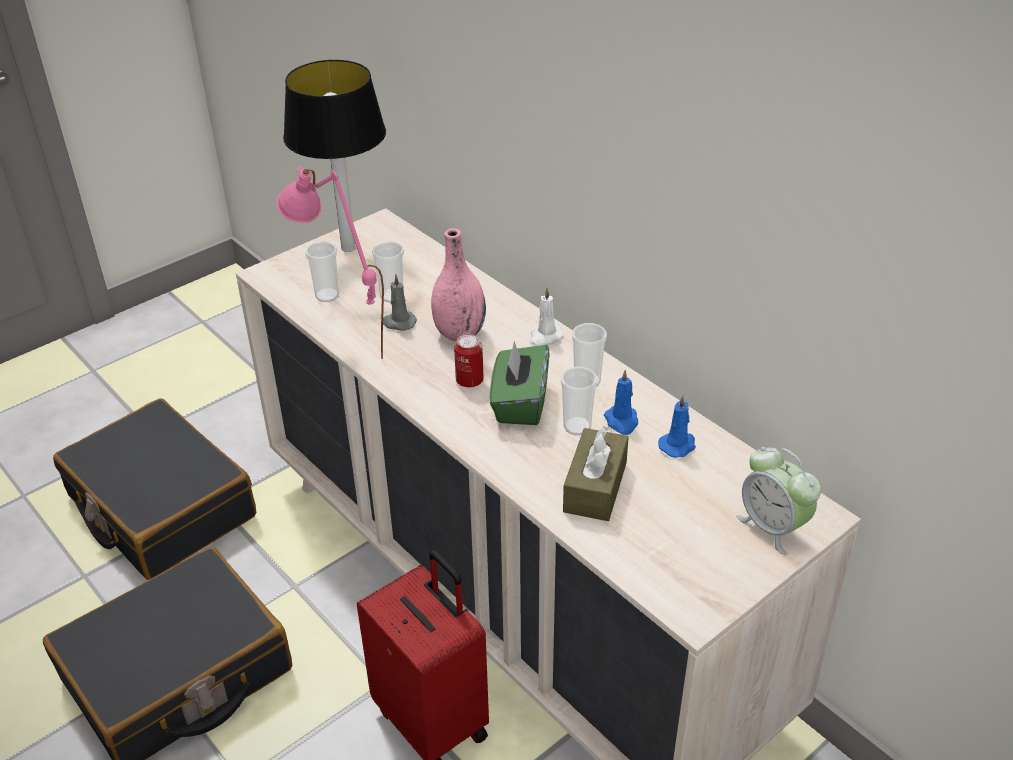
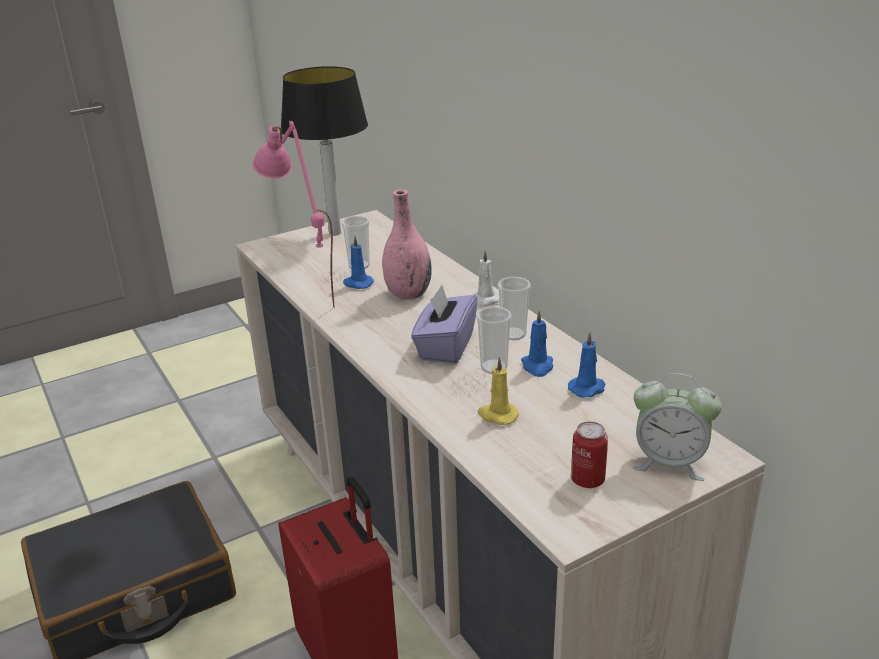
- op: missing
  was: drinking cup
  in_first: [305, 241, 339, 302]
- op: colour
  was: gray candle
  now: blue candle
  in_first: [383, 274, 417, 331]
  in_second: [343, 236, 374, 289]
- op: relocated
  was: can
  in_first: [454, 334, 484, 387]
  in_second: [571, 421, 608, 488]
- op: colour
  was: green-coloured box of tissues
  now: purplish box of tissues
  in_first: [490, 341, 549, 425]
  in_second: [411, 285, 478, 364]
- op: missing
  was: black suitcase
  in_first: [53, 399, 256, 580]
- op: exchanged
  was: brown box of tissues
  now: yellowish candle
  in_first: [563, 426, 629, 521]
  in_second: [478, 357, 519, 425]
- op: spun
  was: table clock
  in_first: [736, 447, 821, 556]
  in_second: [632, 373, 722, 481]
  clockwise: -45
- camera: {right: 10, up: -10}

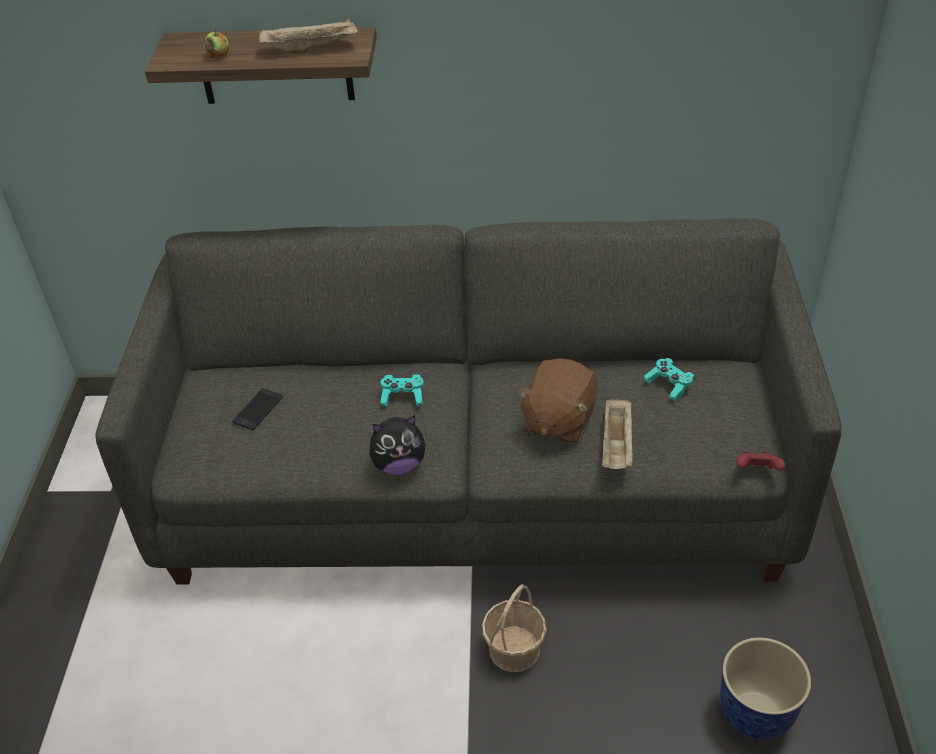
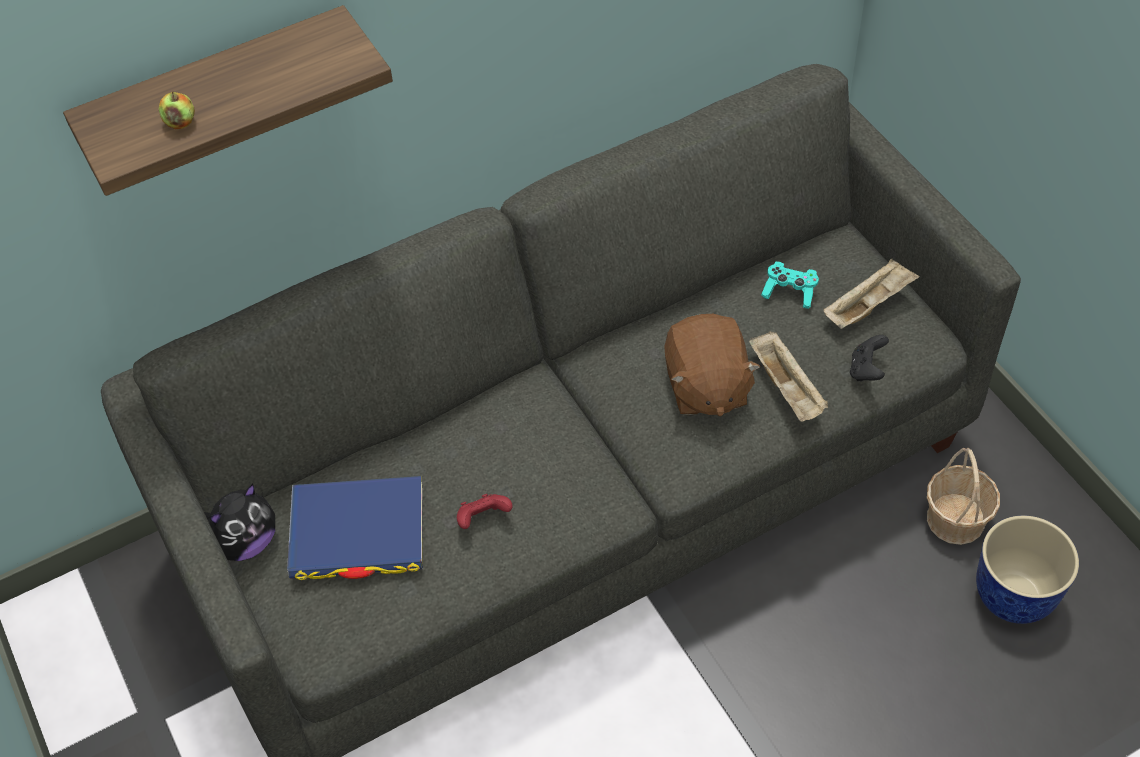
- op: relocated
  was: sand-coloured tray
  in_first: [258, 18, 358, 53]
  in_second: [823, 259, 920, 329]
- op: missing
  was: turquoise gamepad
  in_first: [380, 374, 424, 406]
- op: exchanged
  was: telephone
  now: blue volume
  in_first: [232, 388, 283, 430]
  in_second: [287, 476, 423, 580]
- op: relocated
  was: soft toy
  in_first: [370, 415, 426, 475]
  in_second: [204, 483, 275, 561]
- op: relocated
  was: red-coloured gamepad
  in_first: [736, 451, 785, 471]
  in_second: [457, 494, 513, 529]
- op: relocated
  was: household basket
  in_first: [482, 584, 547, 672]
  in_second: [927, 448, 1000, 545]
- op: appeared
  now: black gamepad
  in_second: [850, 335, 889, 381]
- camera: {right: -30, up: 10}

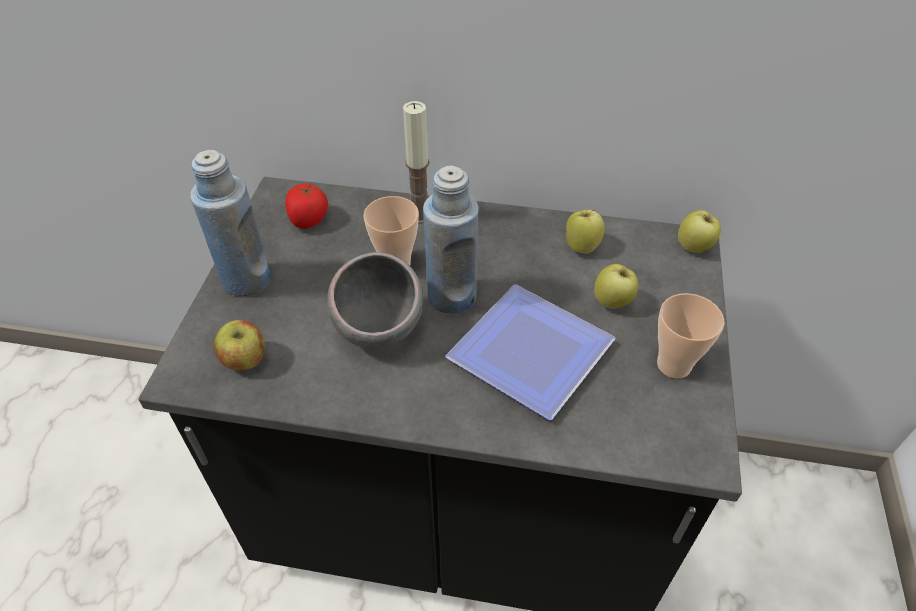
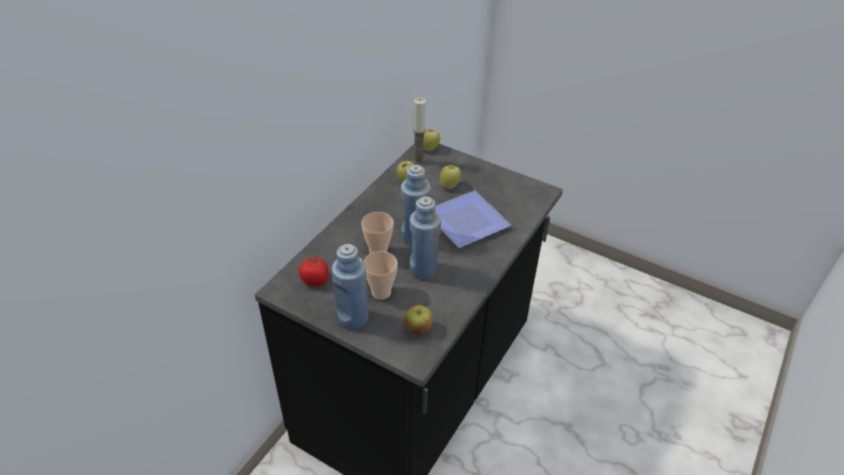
- op: relocated
  was: candle
  in_first: [403, 101, 430, 224]
  in_second: [413, 98, 426, 164]
- op: exchanged
  was: gray deep dish
  now: blue drink bottle
  in_first: [327, 252, 423, 349]
  in_second: [410, 196, 441, 280]
- op: relocated
  was: drinking cup
  in_first: [657, 293, 724, 379]
  in_second: [364, 251, 398, 300]
- camera: {right: -70, up: -5}

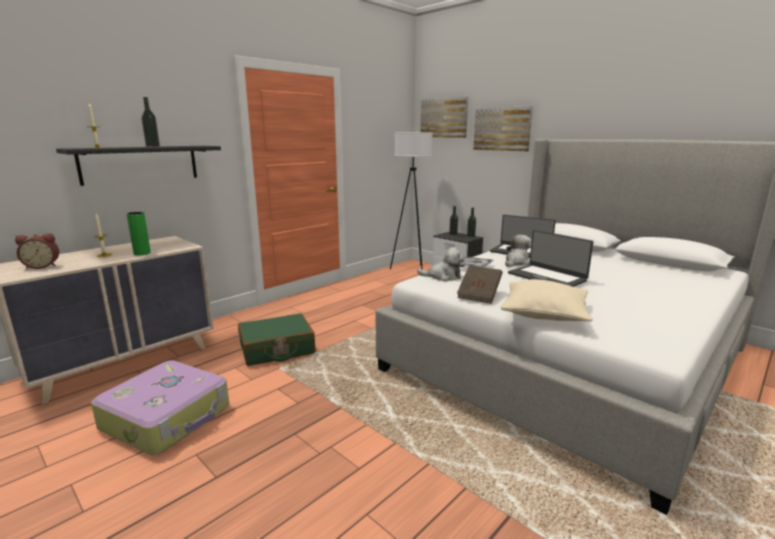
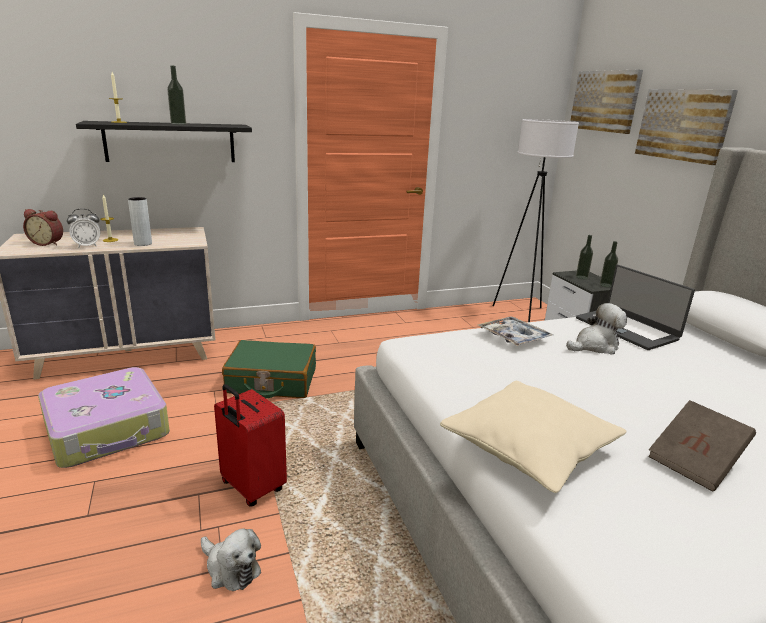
- op: colour
  was: green-coloured decorative vase
  now: gray decorative vase
  in_first: [127, 212, 151, 255]
  in_second: [128, 197, 152, 246]
- op: missing
  was: notebook computer
  in_first: [508, 230, 593, 287]
- op: relocated
  was: soft toy
  in_first: [417, 247, 465, 282]
  in_second: [201, 528, 261, 591]
- op: relocated
  was: brown volume
  in_first: [457, 265, 503, 304]
  in_second: [648, 400, 756, 492]
- op: appeared
  now: table clock
  in_second: [67, 209, 100, 248]
- op: appeared
  now: red-coloured suitcase
  in_second: [214, 384, 287, 507]
- camera: {right: 25, up: 5}

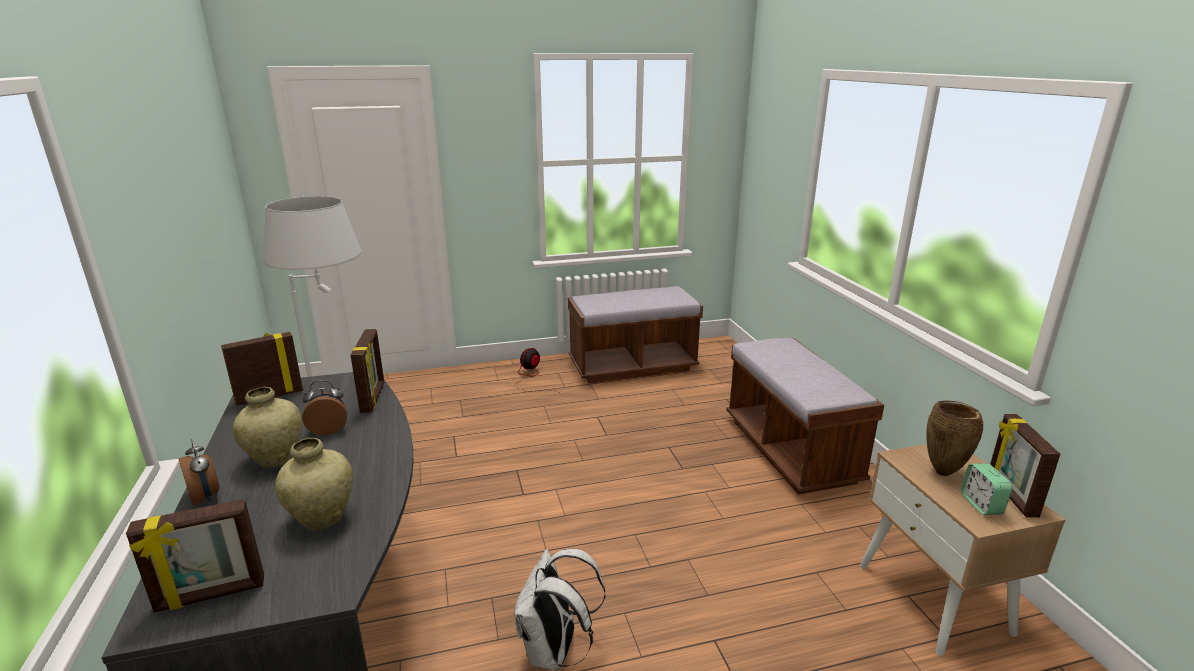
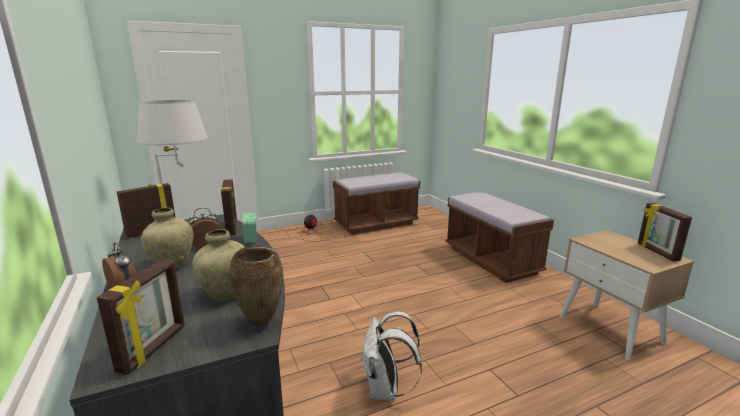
- op: relocated
  was: brown decorative vase
  in_first: [926, 401, 983, 476]
  in_second: [230, 246, 283, 327]
- op: relocated
  was: table clock
  in_first: [961, 463, 1012, 515]
  in_second: [243, 213, 257, 243]
- op: spun
  was: picture frame
  in_first: [126, 499, 264, 613]
  in_second: [97, 259, 185, 375]
  clockwise: -45
- camera: {right: -10, up: -5}

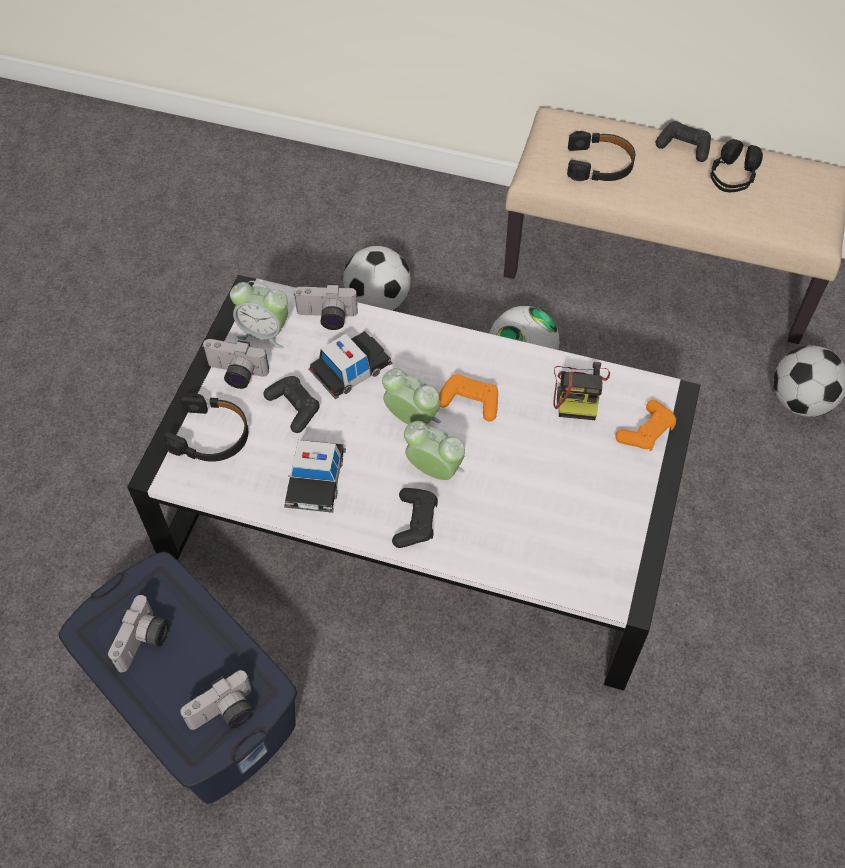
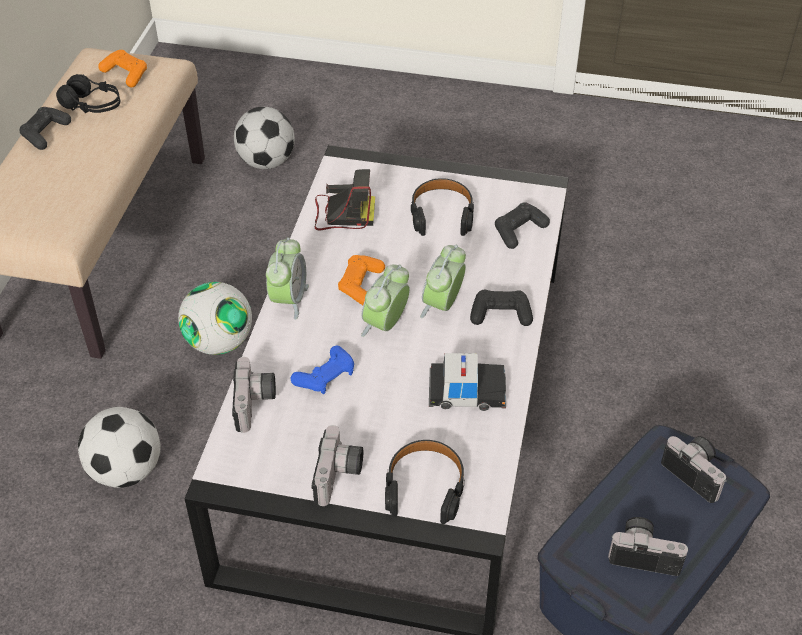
- op: relocated
  was: black headphones
  in_first: [567, 131, 635, 181]
  in_second: [411, 178, 474, 236]
- op: relocated
  was: table clock
  in_first: [230, 281, 288, 348]
  in_second: [266, 237, 309, 320]
- op: exchanged
  was: model car
  now: blue gamepad
  in_first: [308, 331, 392, 399]
  in_second: [291, 346, 354, 394]
- op: relocated
  was: black gamepad
  in_first: [263, 376, 319, 433]
  in_second: [495, 202, 550, 249]
- op: relocated
  was: orangey gamepad
  in_first: [615, 400, 676, 451]
  in_second: [98, 50, 147, 87]
- camera: {right: -95, up: -10}

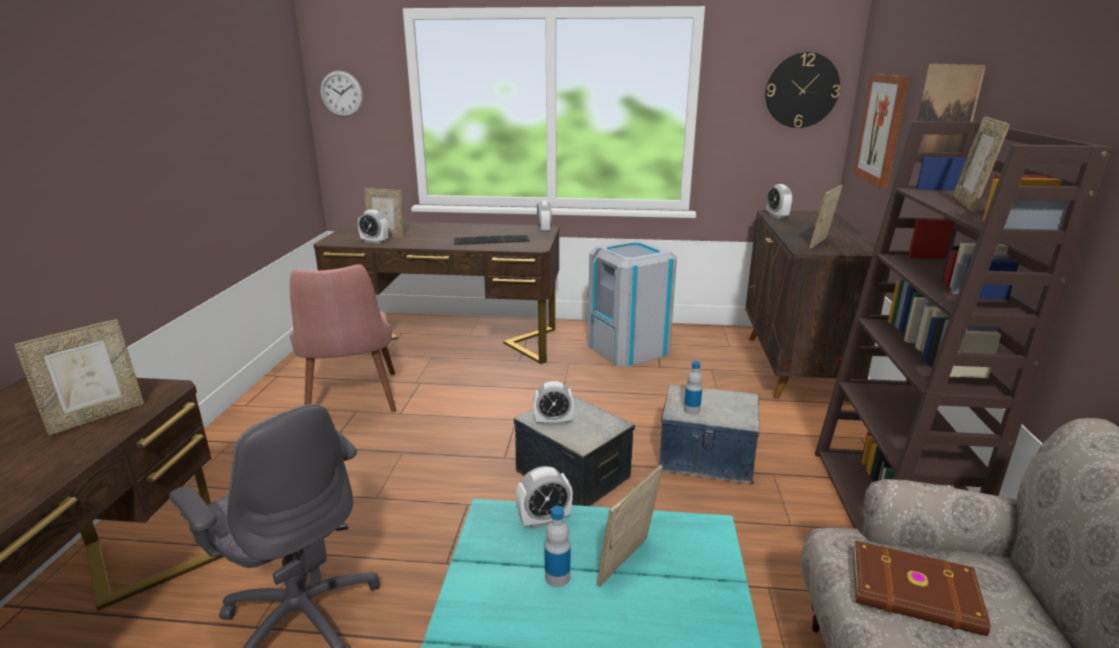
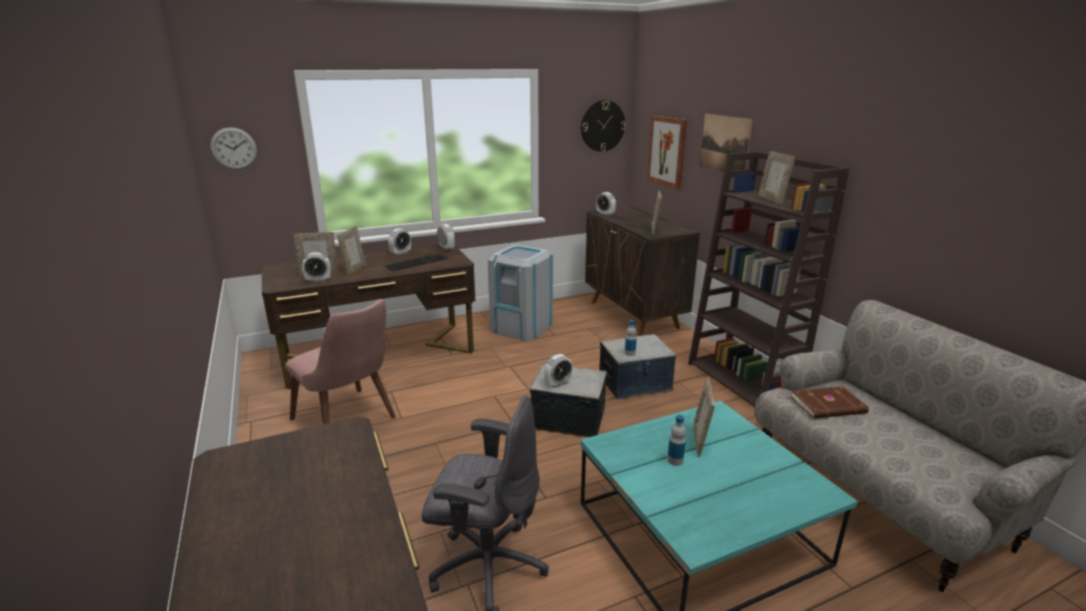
- op: relocated
  was: picture frame
  in_first: [14, 319, 144, 436]
  in_second: [337, 226, 366, 276]
- op: relocated
  was: table clock
  in_first: [516, 466, 573, 529]
  in_second: [388, 228, 411, 256]
- camera: {right: -30, up: 0}

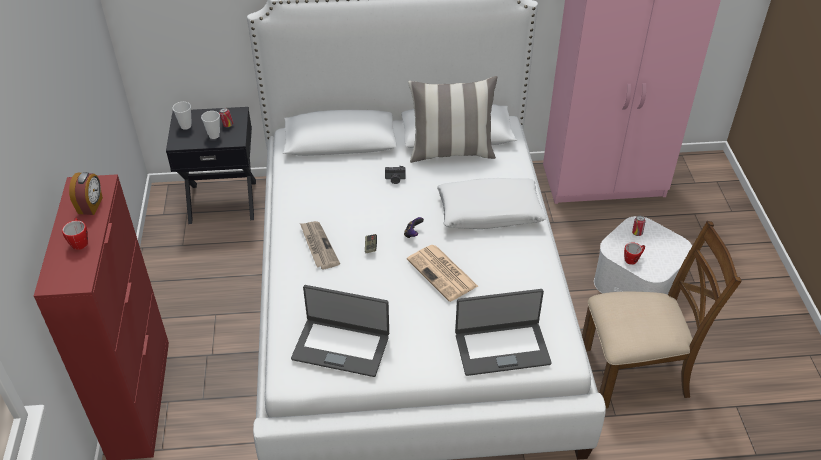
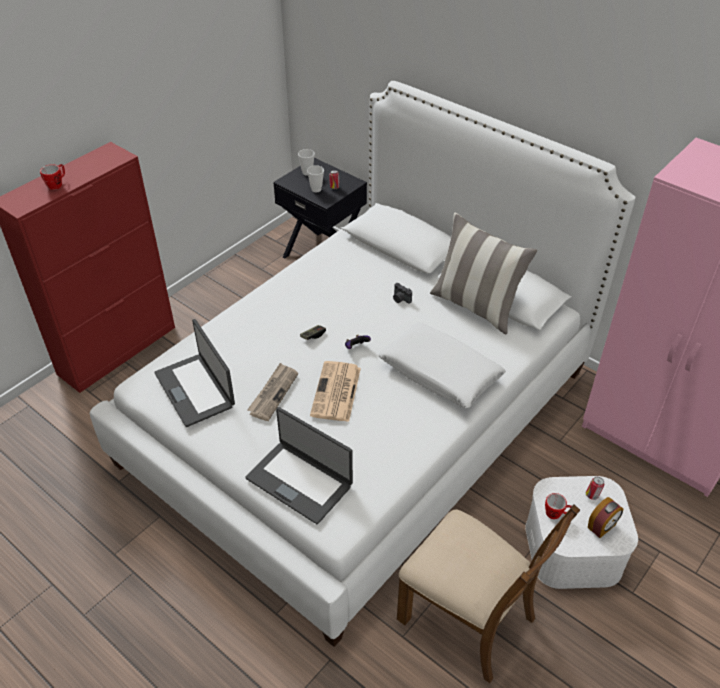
- op: relocated
  was: table clock
  in_first: [69, 172, 103, 215]
  in_second: [588, 497, 623, 538]
- op: relocated
  was: printed paper
  in_first: [300, 221, 340, 269]
  in_second: [247, 363, 298, 421]
- camera: {right: 45, up: 0}

